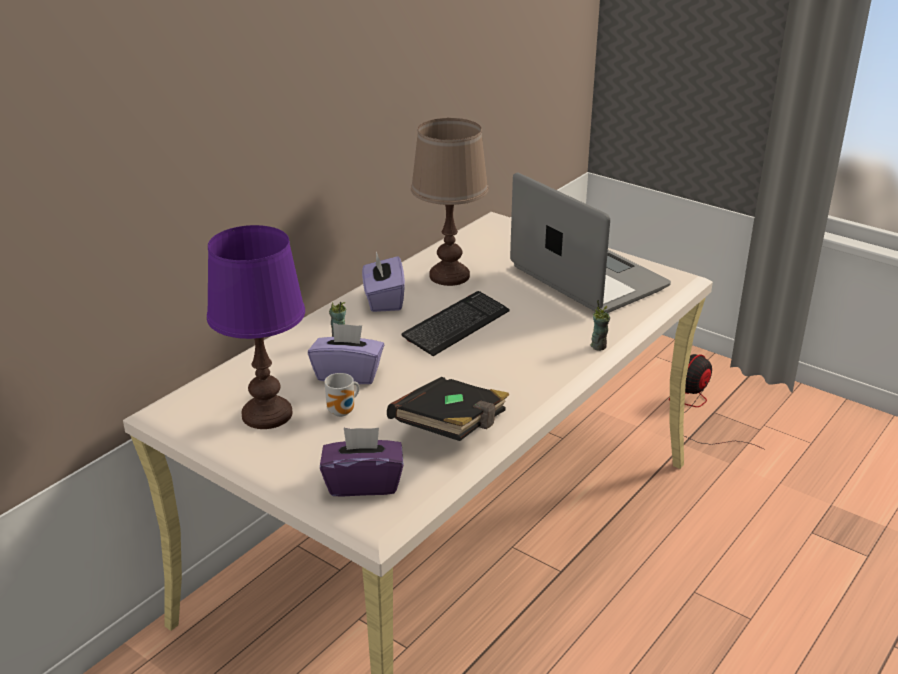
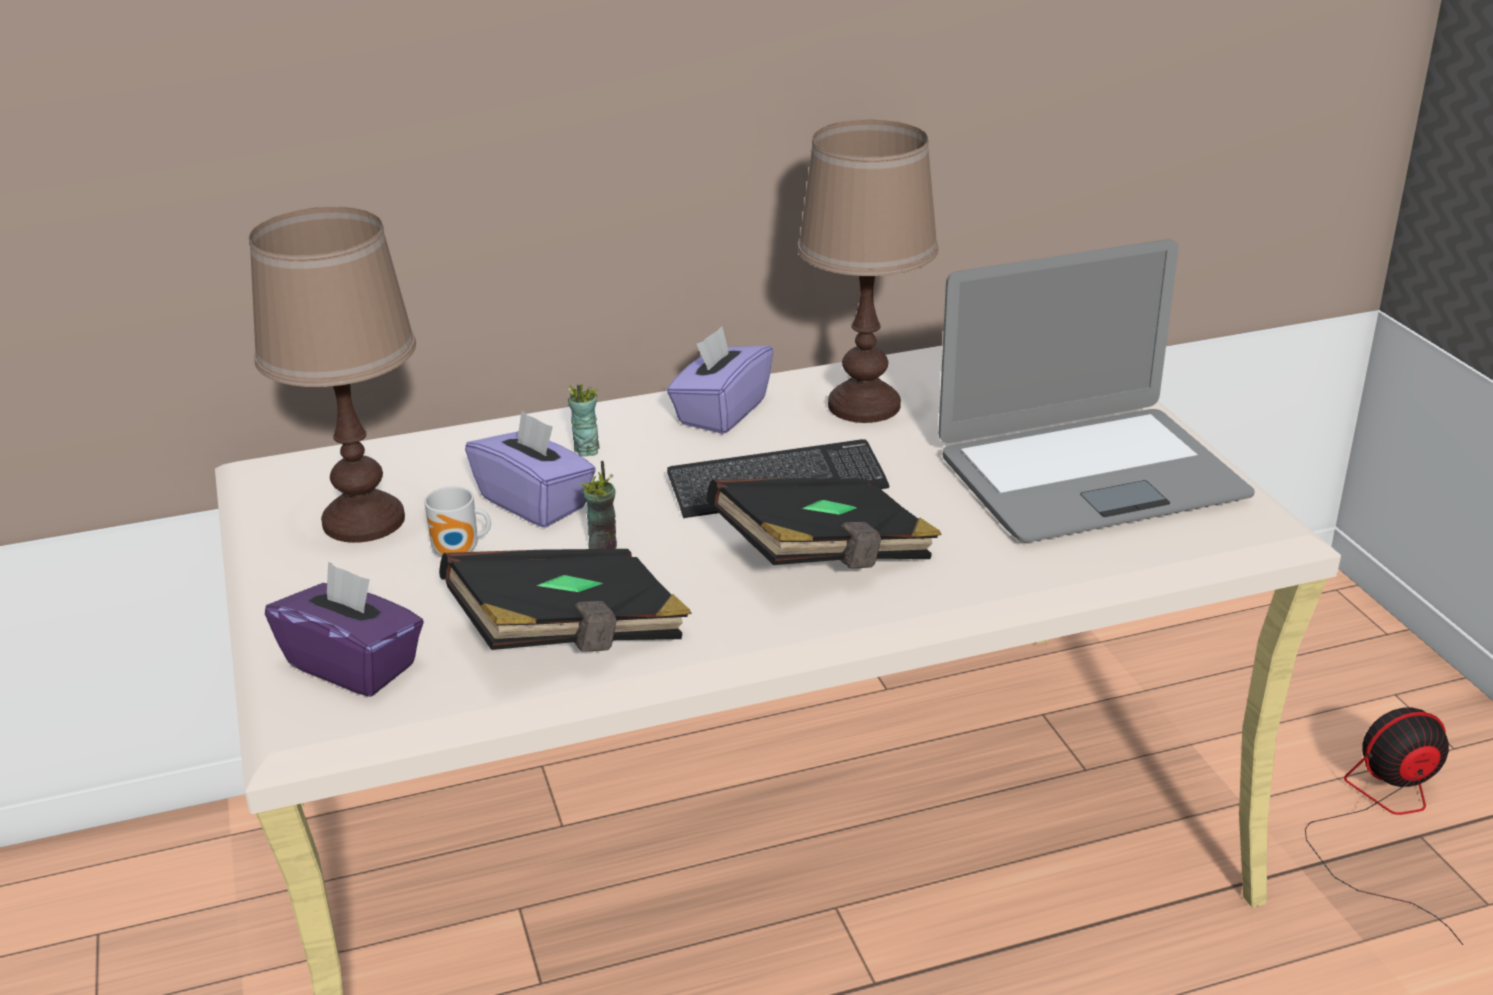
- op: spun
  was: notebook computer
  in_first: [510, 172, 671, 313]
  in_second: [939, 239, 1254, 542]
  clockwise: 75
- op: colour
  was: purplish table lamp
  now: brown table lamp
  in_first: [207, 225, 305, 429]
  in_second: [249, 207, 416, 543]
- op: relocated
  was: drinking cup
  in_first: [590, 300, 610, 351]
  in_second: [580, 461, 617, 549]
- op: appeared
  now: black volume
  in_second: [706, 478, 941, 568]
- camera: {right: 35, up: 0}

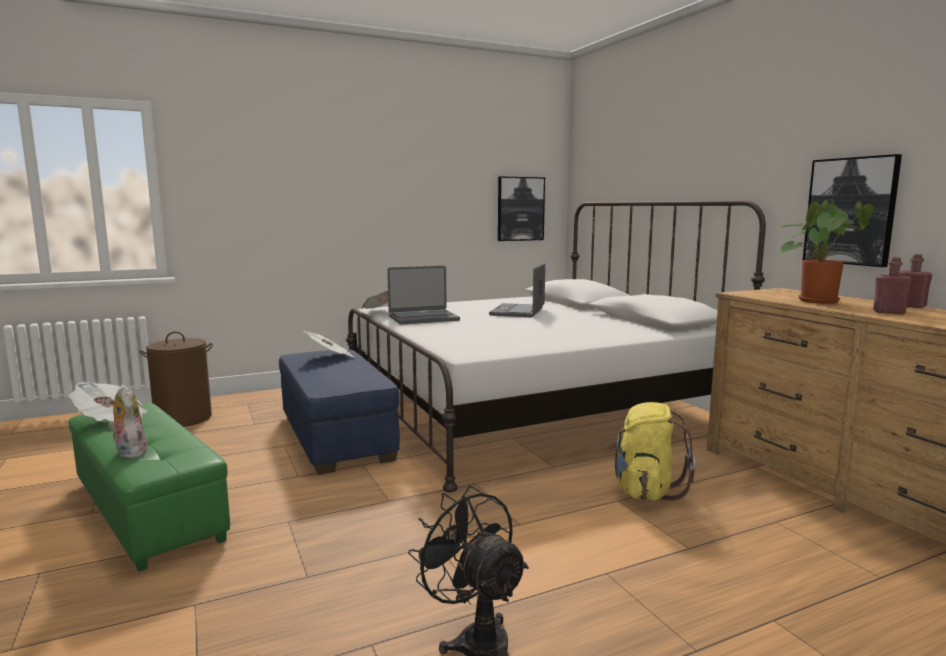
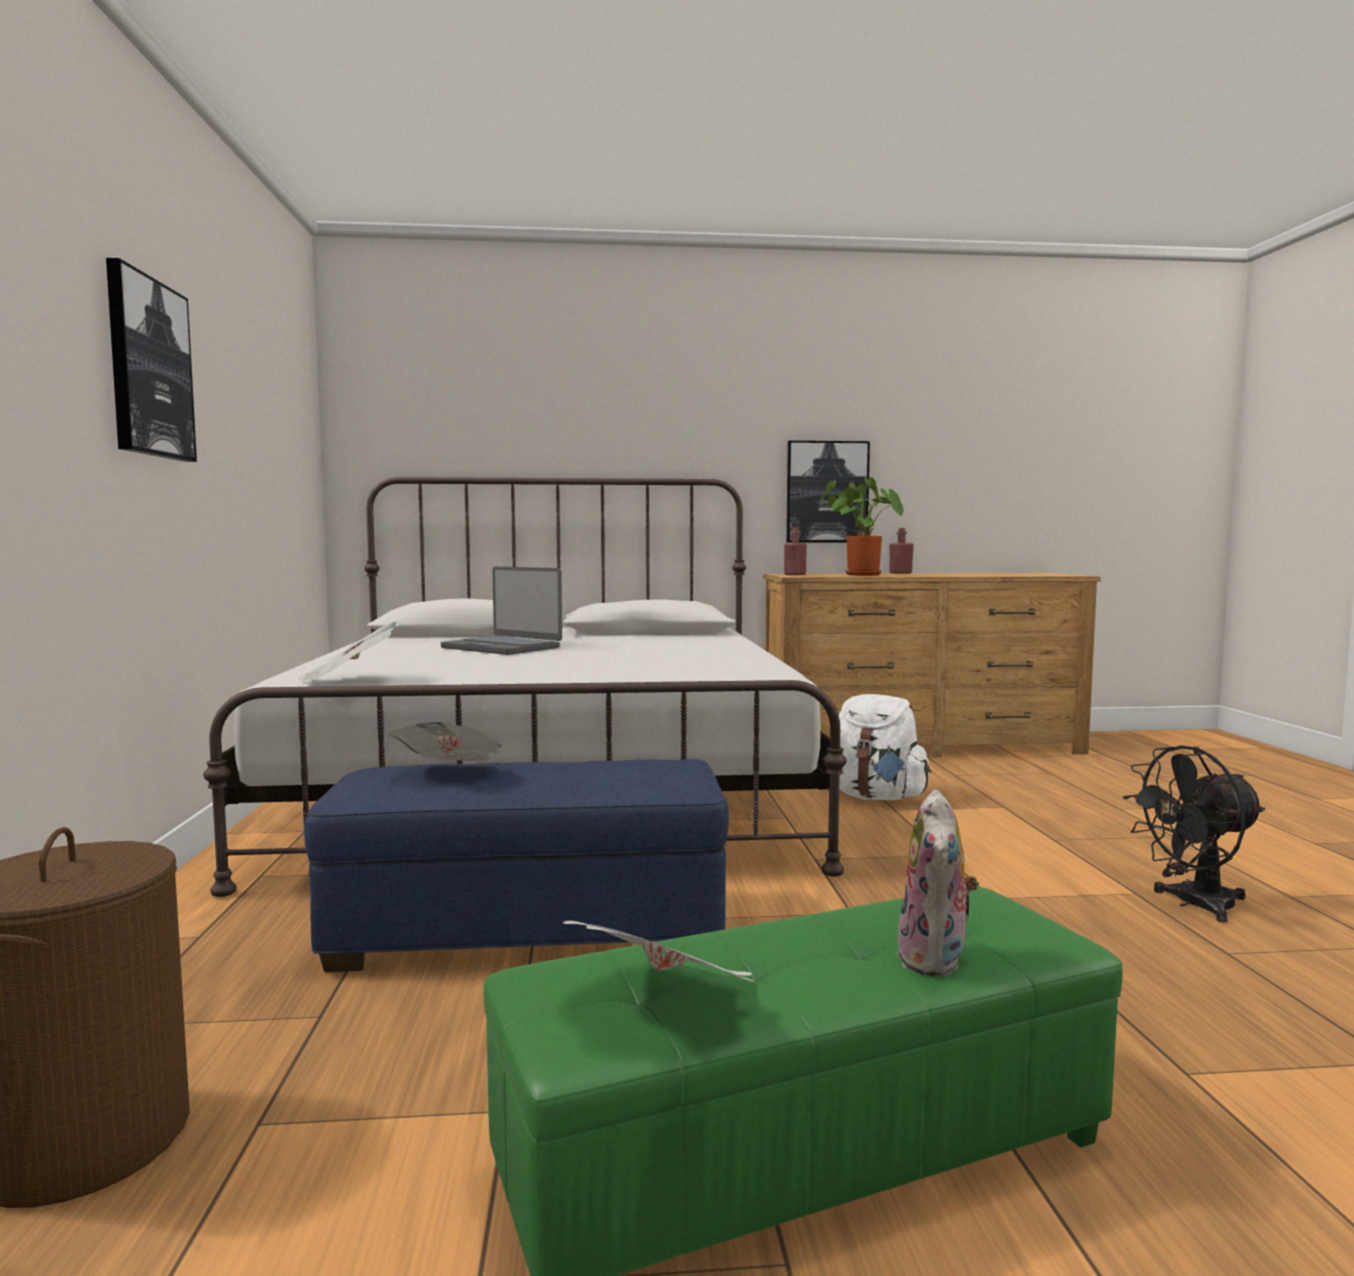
- op: relocated
  was: wall art
  in_first: [498, 176, 545, 241]
  in_second: [106, 258, 197, 462]
- op: relocated
  was: red-coloured drink bottle
  in_first: [873, 257, 912, 314]
  in_second: [784, 527, 807, 575]
- op: missing
  was: notebook computer
  in_first: [387, 266, 460, 325]
- op: spun
  was: soft toy
  in_first: [108, 384, 148, 459]
  in_second: [896, 790, 979, 977]
  clockwise: -60
- op: colour
  was: yellowish backpack
  now: white backpack
  in_first: [607, 402, 695, 501]
  in_second: [839, 694, 931, 800]
- camera: {right: -70, up: -5}

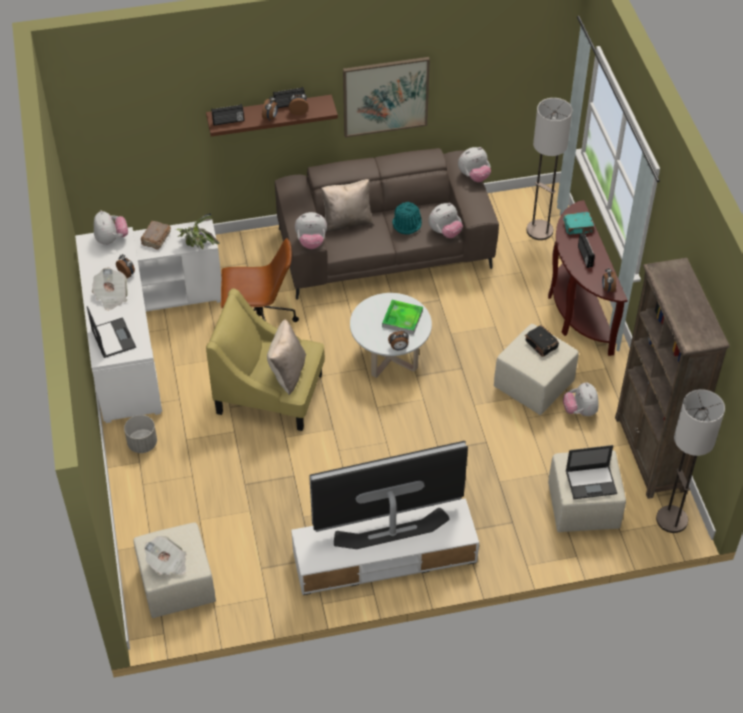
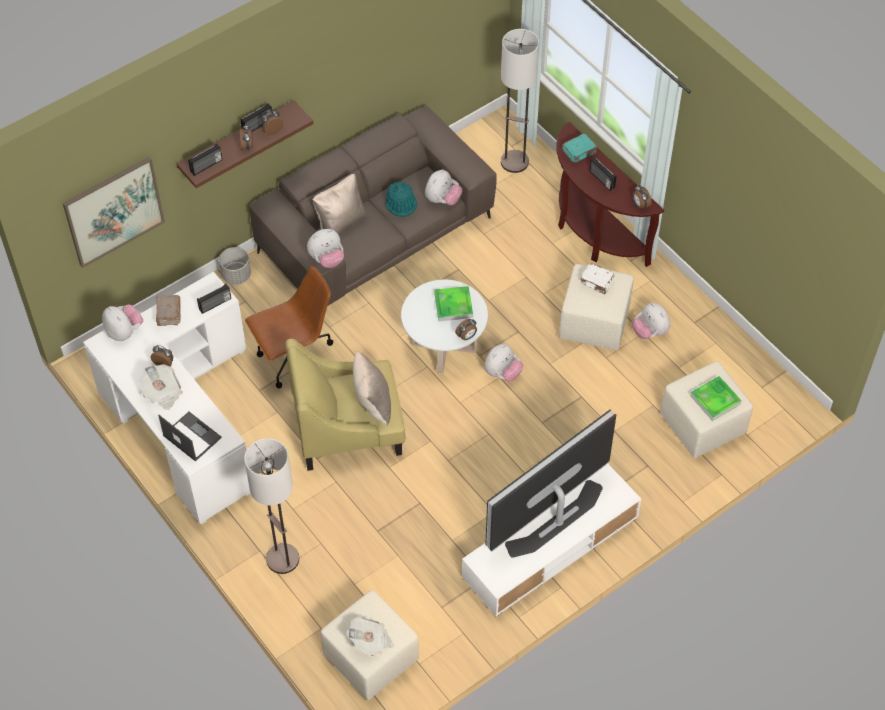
- op: relocated
  was: wall art
  in_first: [343, 57, 430, 138]
  in_second: [63, 157, 165, 268]
- op: relocated
  was: soft toy
  in_first: [458, 147, 491, 182]
  in_second: [484, 344, 523, 382]
- op: exchanged
  was: plant in a pot
  now: radio
  in_first: [176, 214, 220, 249]
  in_second: [197, 284, 231, 314]
- op: missing
  was: brown bookshelf
  in_first: [615, 258, 729, 499]
- op: colour
  was: black volume
  now: white volume
  in_first: [525, 325, 559, 357]
  in_second: [580, 263, 615, 294]
- op: relocated
  was: standing lamp
  in_first: [656, 389, 725, 533]
  in_second: [244, 438, 299, 574]
- op: relocated
  was: gray flower pot
  in_first: [124, 415, 157, 453]
  in_second: [219, 247, 251, 285]
- op: exchanged
  was: notebook computer
  now: tray
  in_first: [566, 445, 617, 499]
  in_second: [690, 376, 742, 421]
- camera: {right: -25, up: 5}

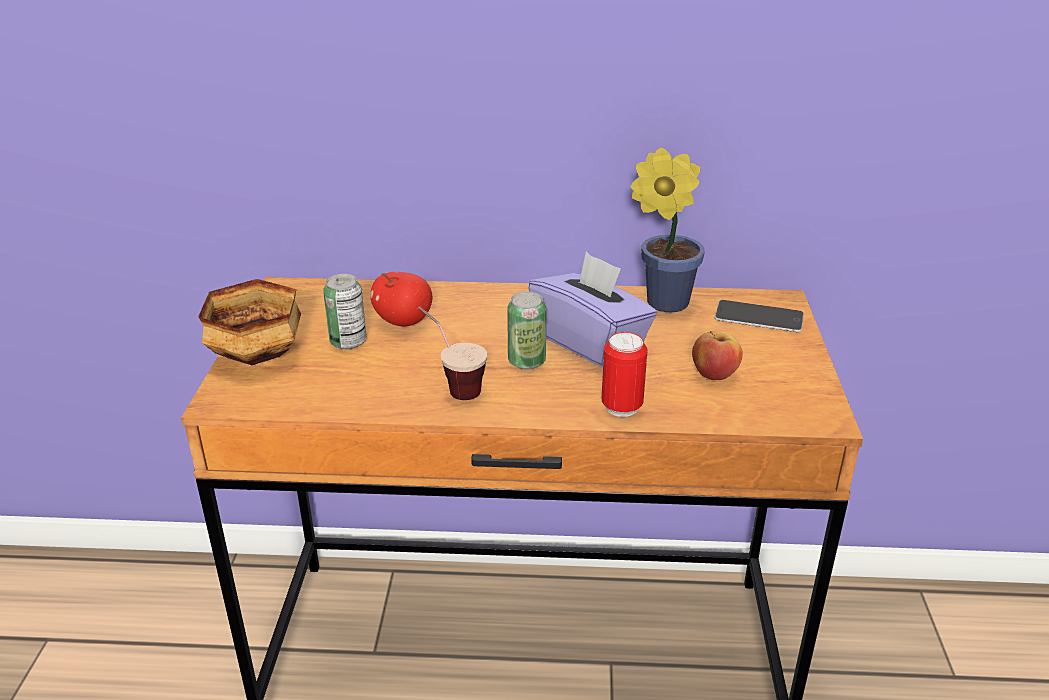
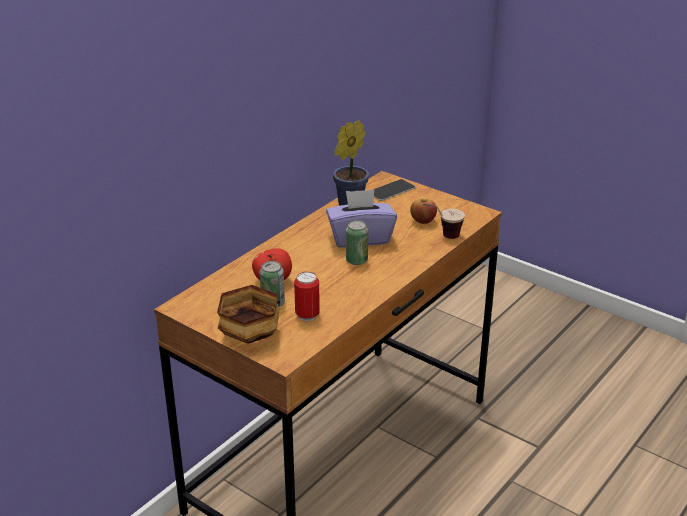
- op: relocated
  was: drinking cup
  in_first: [419, 307, 487, 400]
  in_second: [422, 203, 465, 239]
- op: relocated
  was: can
  in_first: [602, 332, 648, 417]
  in_second: [294, 272, 320, 321]
- camera: {right: -55, up: 0}

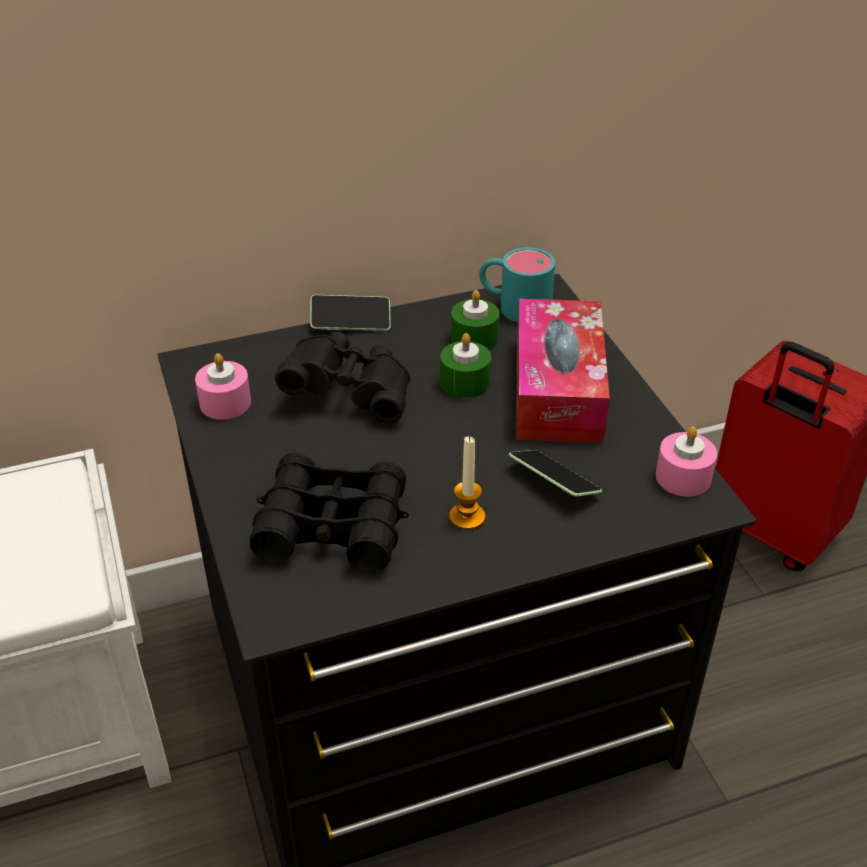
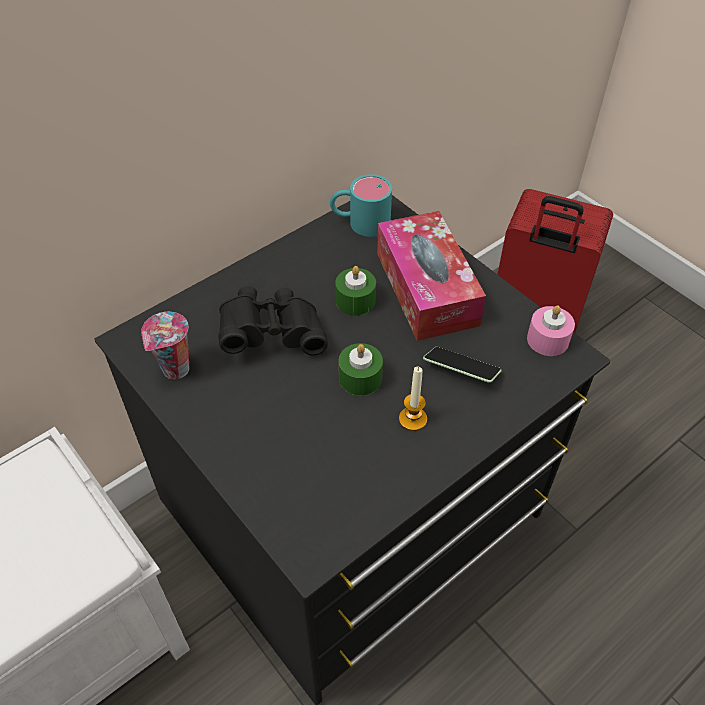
- op: relocated
  was: green-coloured candle
  in_first: [451, 290, 500, 350]
  in_second: [339, 343, 383, 396]
- op: missing
  was: telephone
  in_first: [310, 295, 391, 331]
- op: exchanged
  was: pinkish candle
  now: drinking cup
  in_first: [195, 353, 251, 420]
  in_second: [141, 312, 189, 379]
- op: missing
  was: black binoculars
  in_first: [250, 453, 409, 572]
- camera: {right: -20, up: 10}

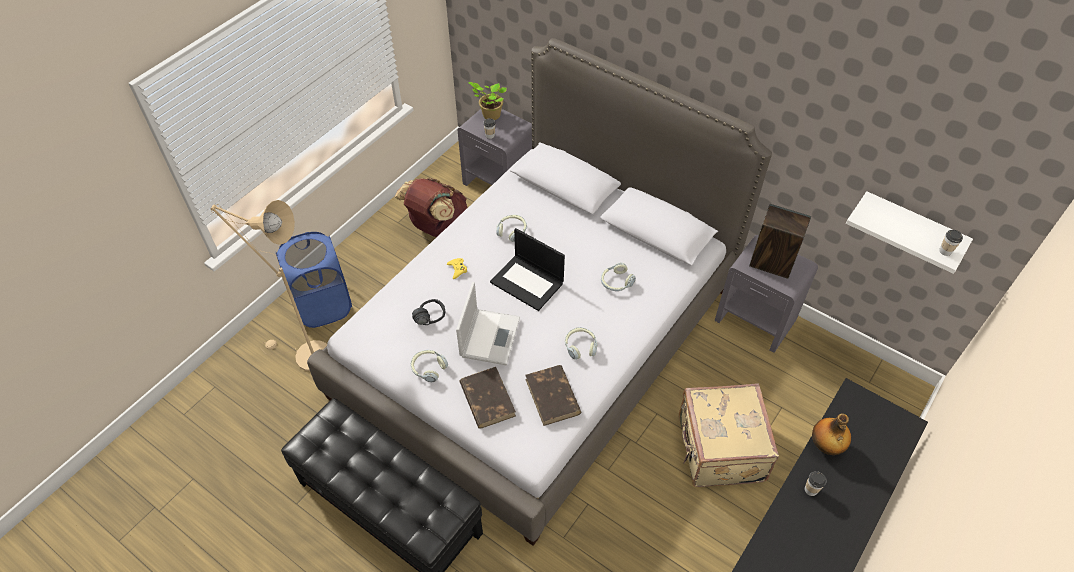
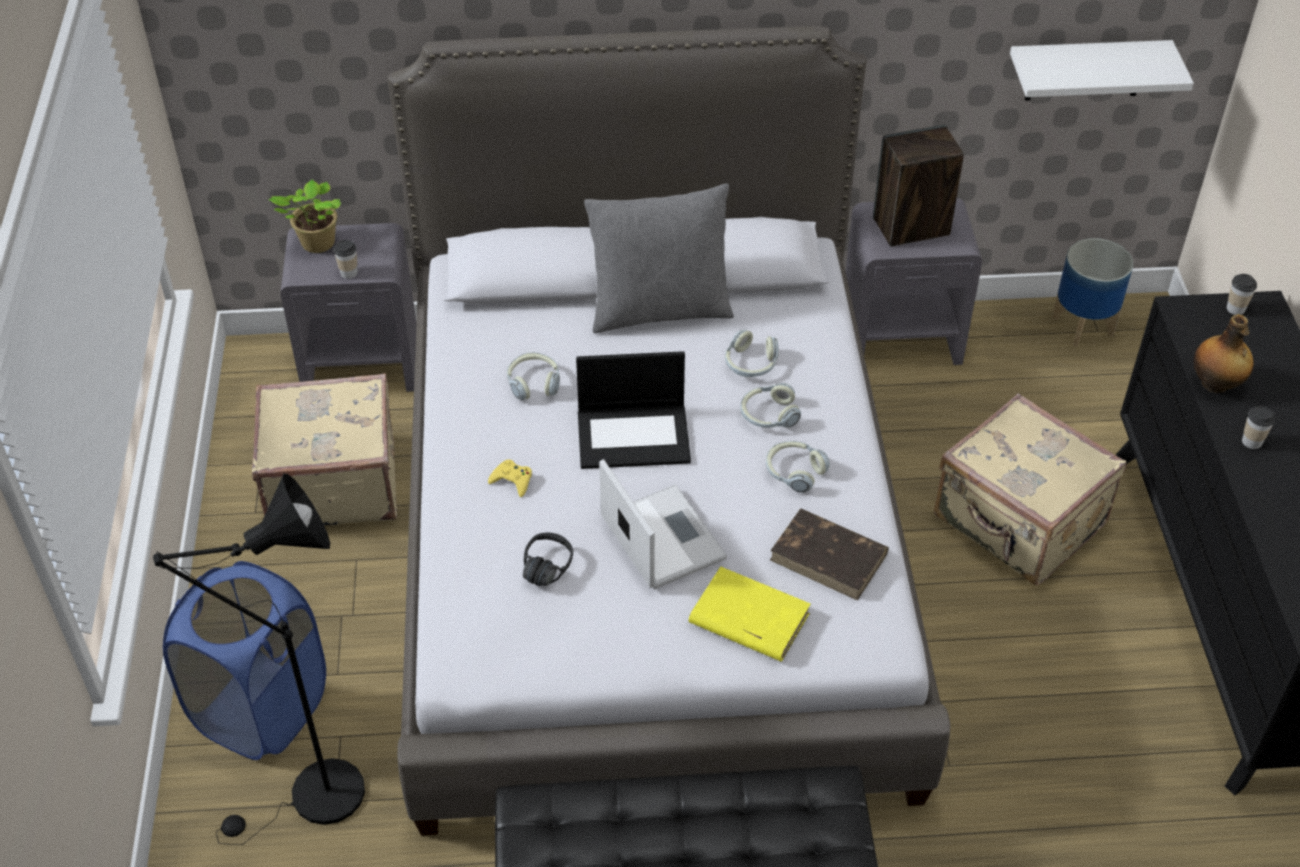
- op: exchanged
  was: brown backpack
  now: sand-coloured suitcase
  in_first: [395, 178, 467, 237]
  in_second: [252, 373, 397, 525]
- op: colour
  was: sand-coloured standing lamp
  now: black standing lamp
  in_first: [210, 200, 327, 371]
  in_second: [153, 474, 365, 845]
- op: relocated
  was: drinking cup
  in_first: [939, 230, 963, 256]
  in_second: [1227, 274, 1257, 315]
- op: relocated
  was: headphones
  in_first: [411, 350, 448, 382]
  in_second: [740, 383, 801, 428]
- op: colour
  was: brown volume
  now: yellowish volume
  in_first: [459, 367, 516, 429]
  in_second: [689, 566, 811, 661]
- op: appeared
  now: gray cushion
  in_second: [584, 184, 734, 333]
- op: appeared
  now: flower pot
  in_second: [1052, 238, 1133, 347]
- camera: {right: -40, up: -5}

